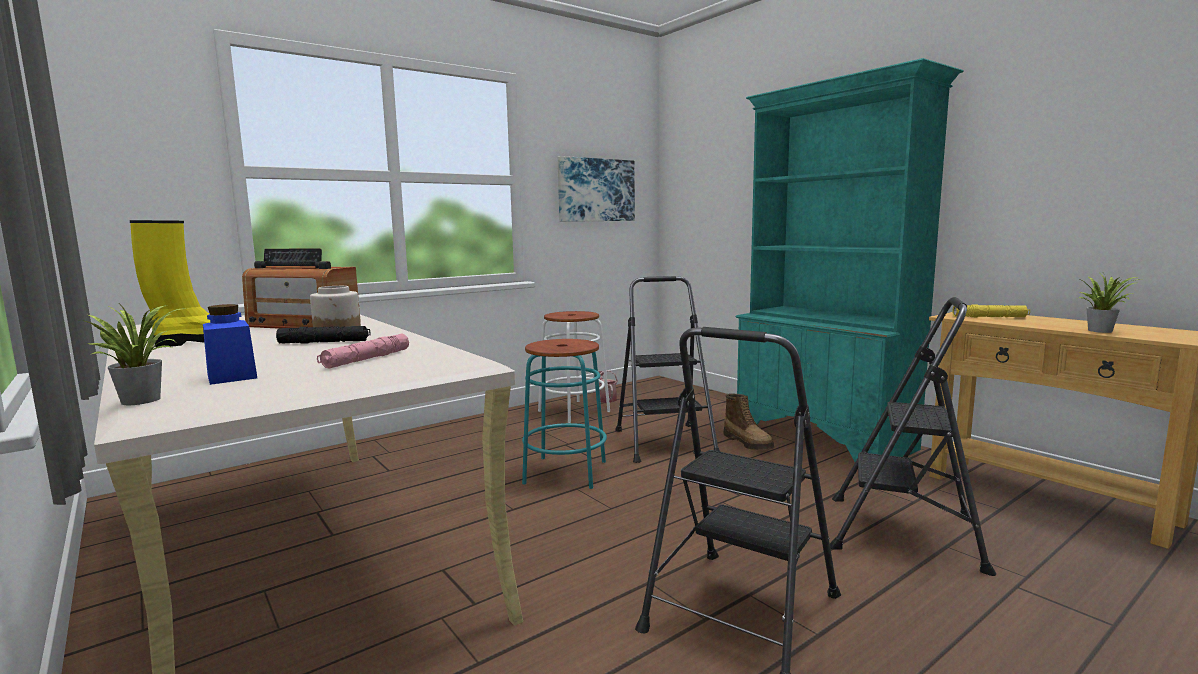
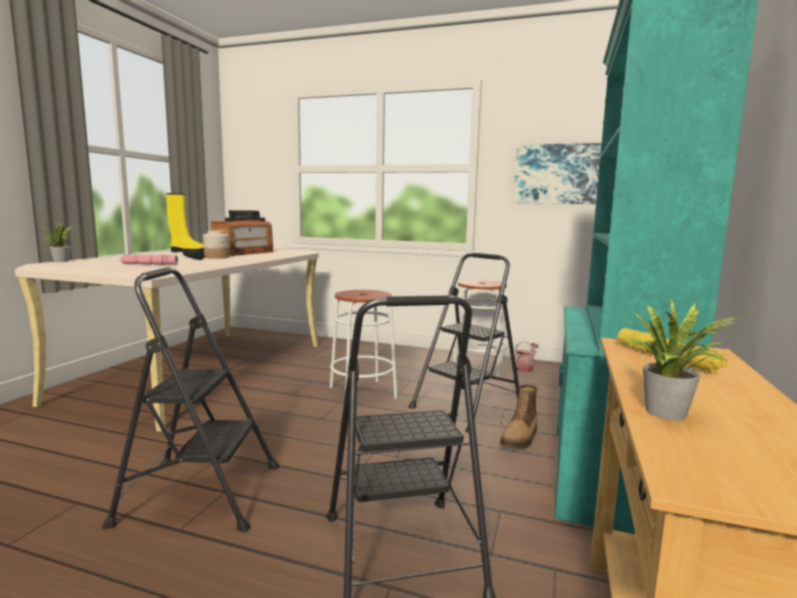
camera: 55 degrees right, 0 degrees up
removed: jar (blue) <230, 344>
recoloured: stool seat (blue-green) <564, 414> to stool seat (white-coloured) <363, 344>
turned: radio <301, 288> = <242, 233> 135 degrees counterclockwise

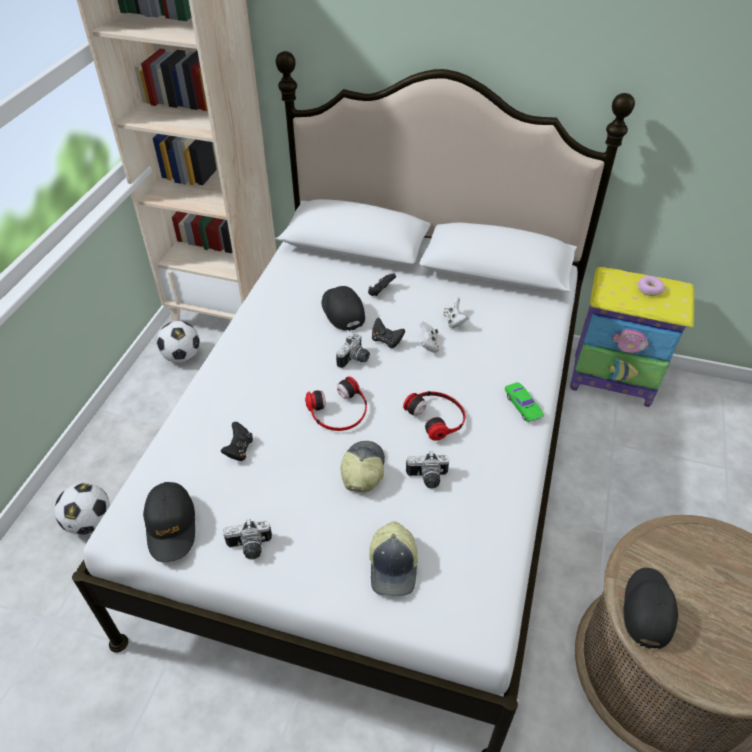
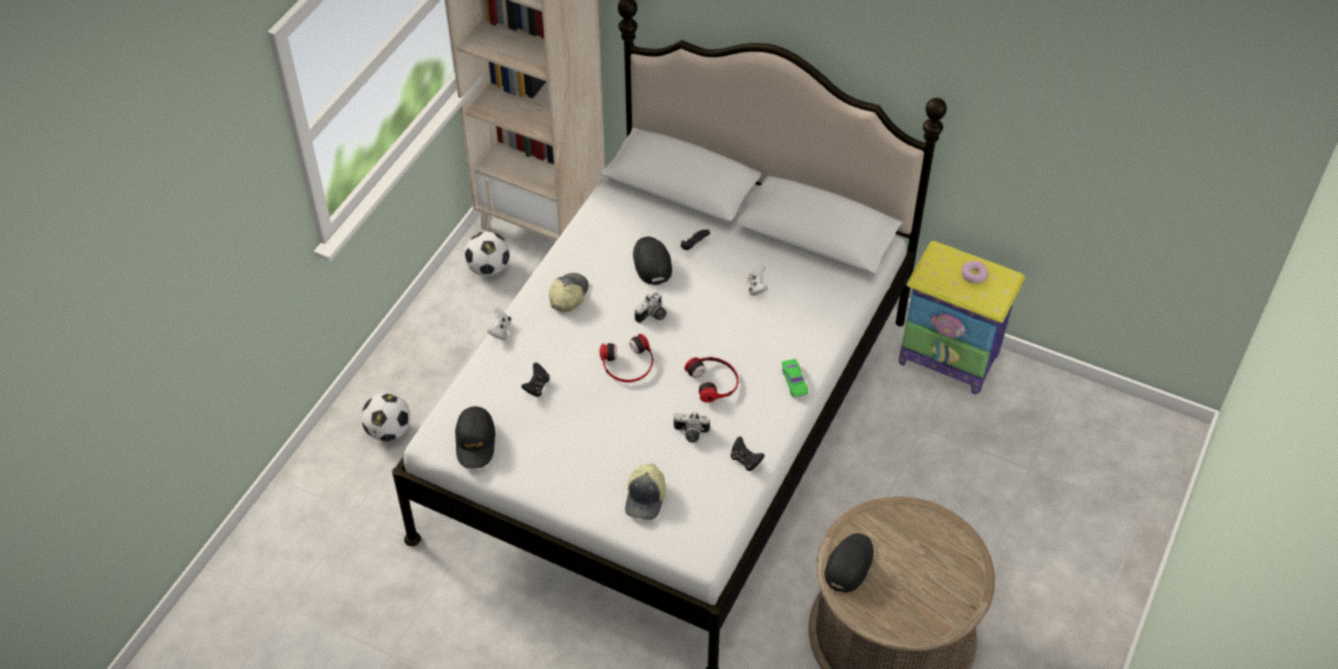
camera: 10 degrees right, 5 degrees up
removed: still camera <248, 539>
moved: gamepad (black-coloured) <388, 333> to <748, 453>; gamepad (white-coloured) <429, 337> to <499, 323>; peaked cap <362, 467> to <569, 292>

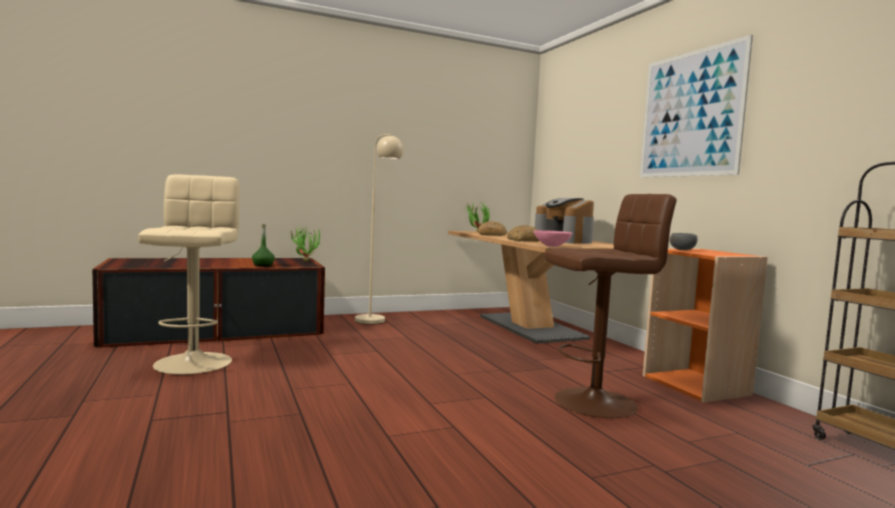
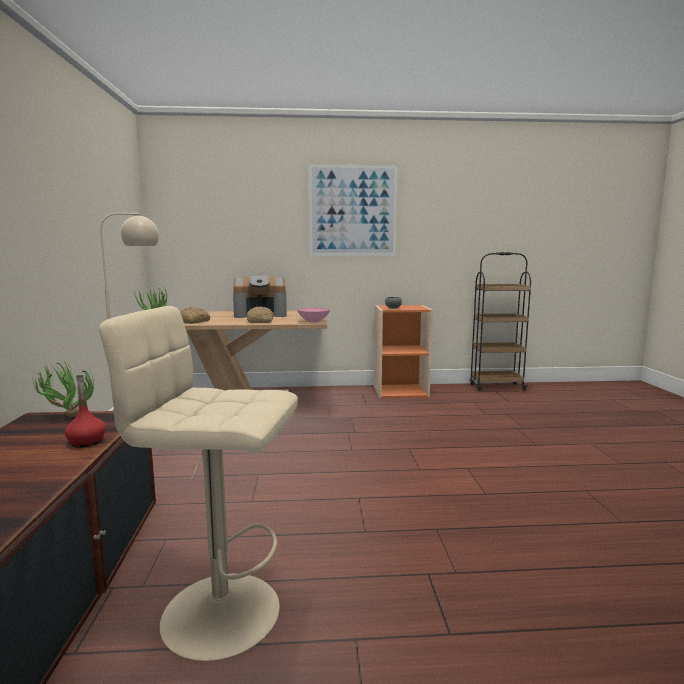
camera: 70 degrees left, 5 degrees up
removed: stool seat (brown-coloured) <611, 306>
recoloured: beverage bottle (greenish) <263, 245> to beverage bottle (reddish) <85, 411>

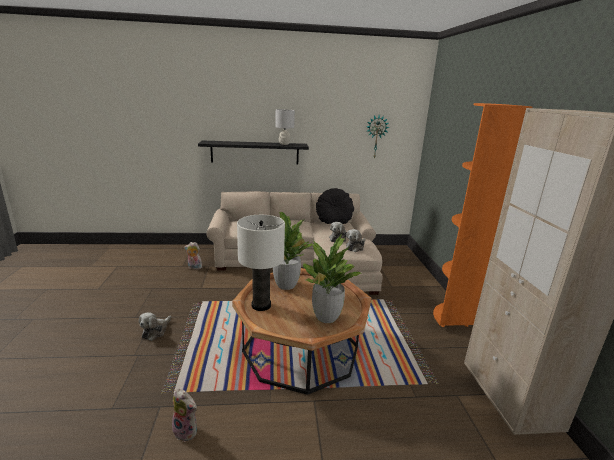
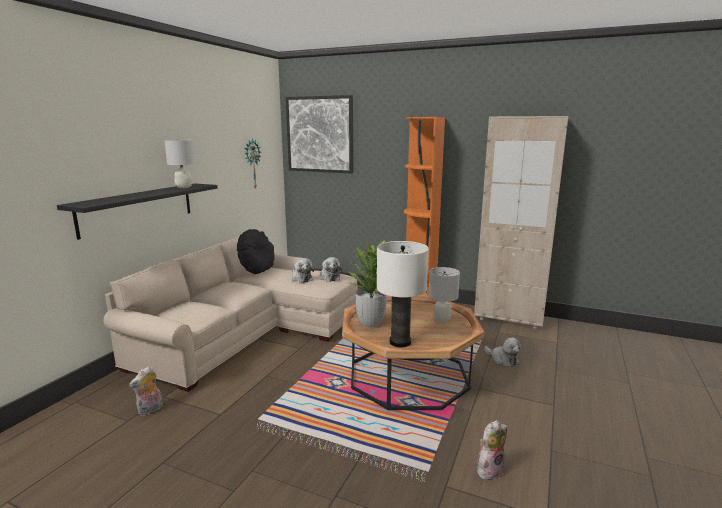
camera: 60 degrees left, 5 degrees down
added: picture <319, 134>
moved: soft toy <155, 326> to <502, 352>
replaced: plant in a pot <332, 278> to tabletop lamp (greyish) <444, 295>

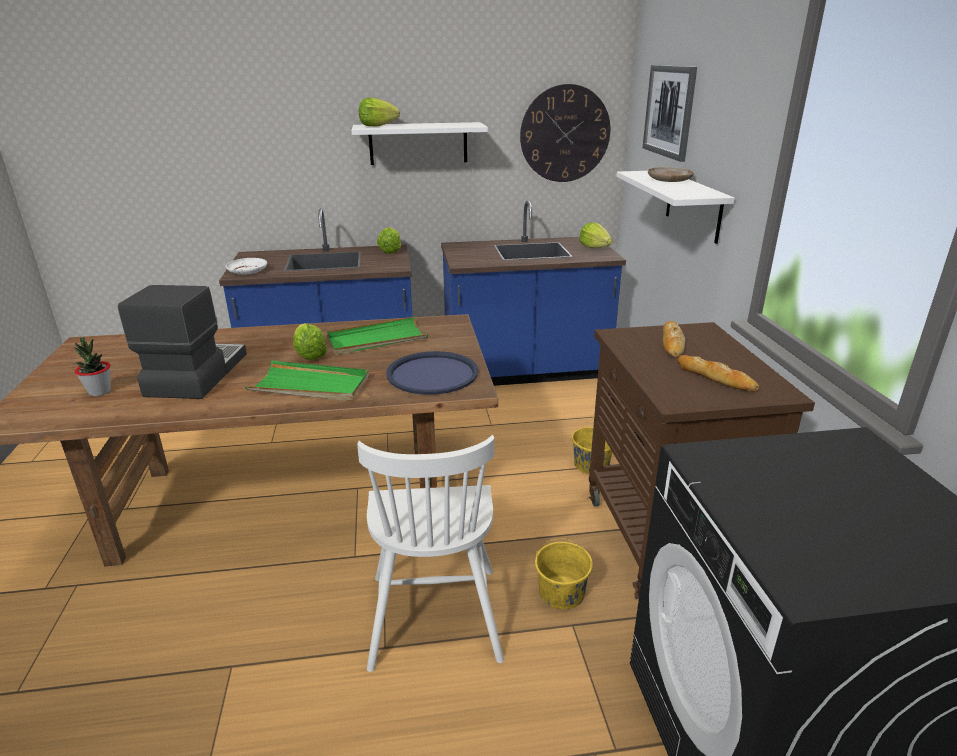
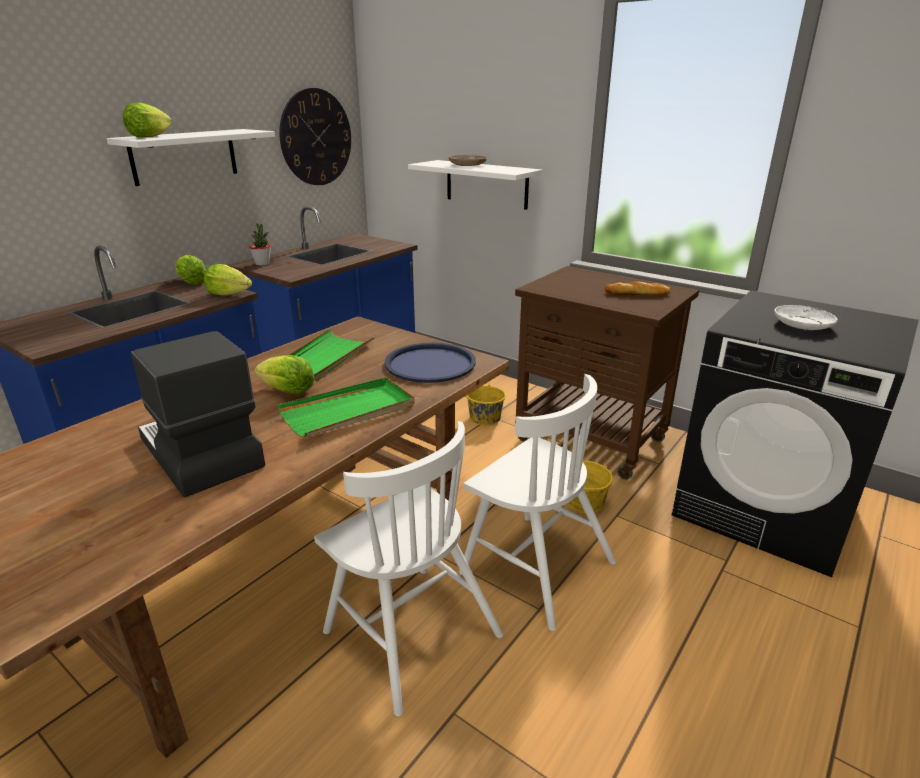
camera: 45 degrees left, 0 degrees up
removed: picture <669, 113>; baked bread <674, 339>
added: upright chair (white-coloured) <408, 568>
moved: head of lettuce <595, 235> to <228, 280>; dinner plate (white-coloured) <246, 266> to <805, 317>; plant in a pot <92, 366> to <260, 244>

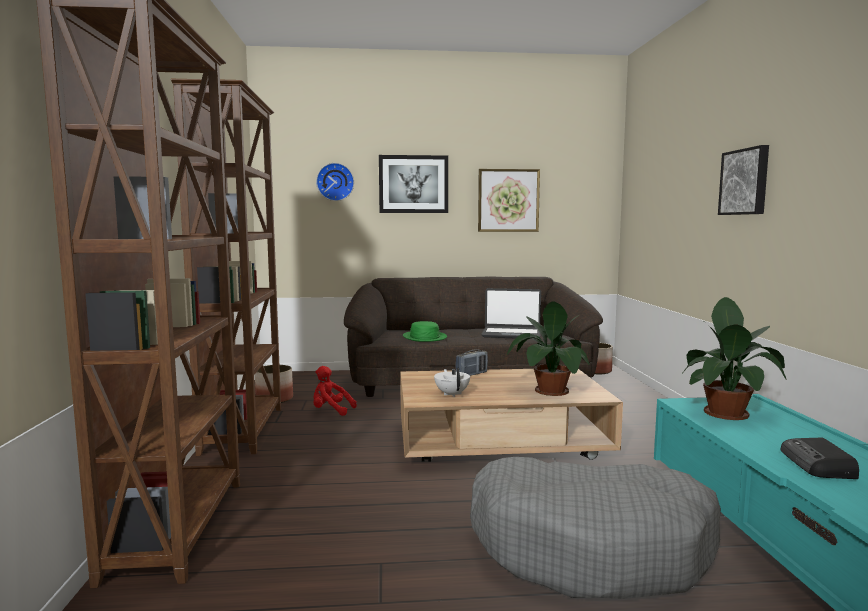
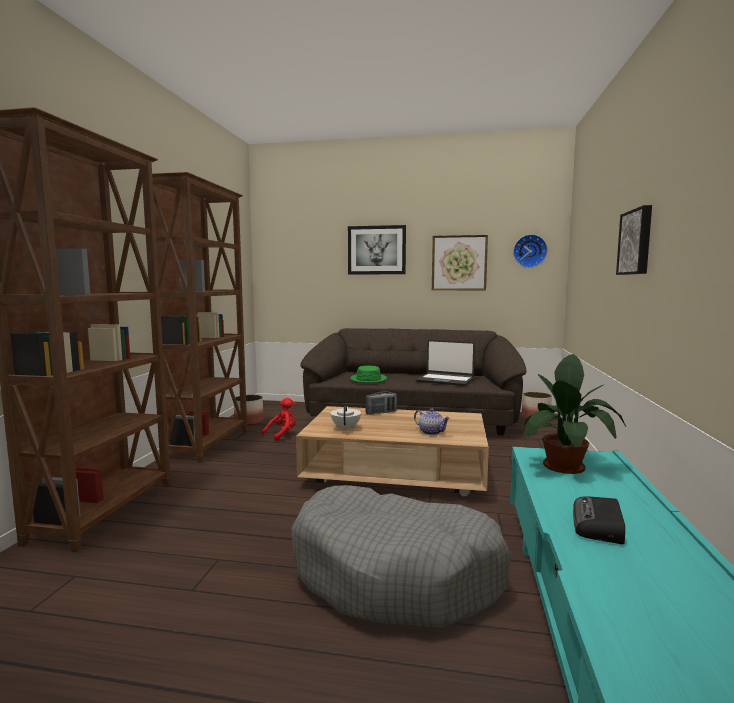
camera: 15 degrees right, 0 degrees up
moved: clock on the wall <335, 182> to <530, 251>
replaced: plant in a pot <548, 348> to pot for tea <432, 421>
turned: soft toy (reddish) <335, 391> = <279, 419> 105 degrees clockwise

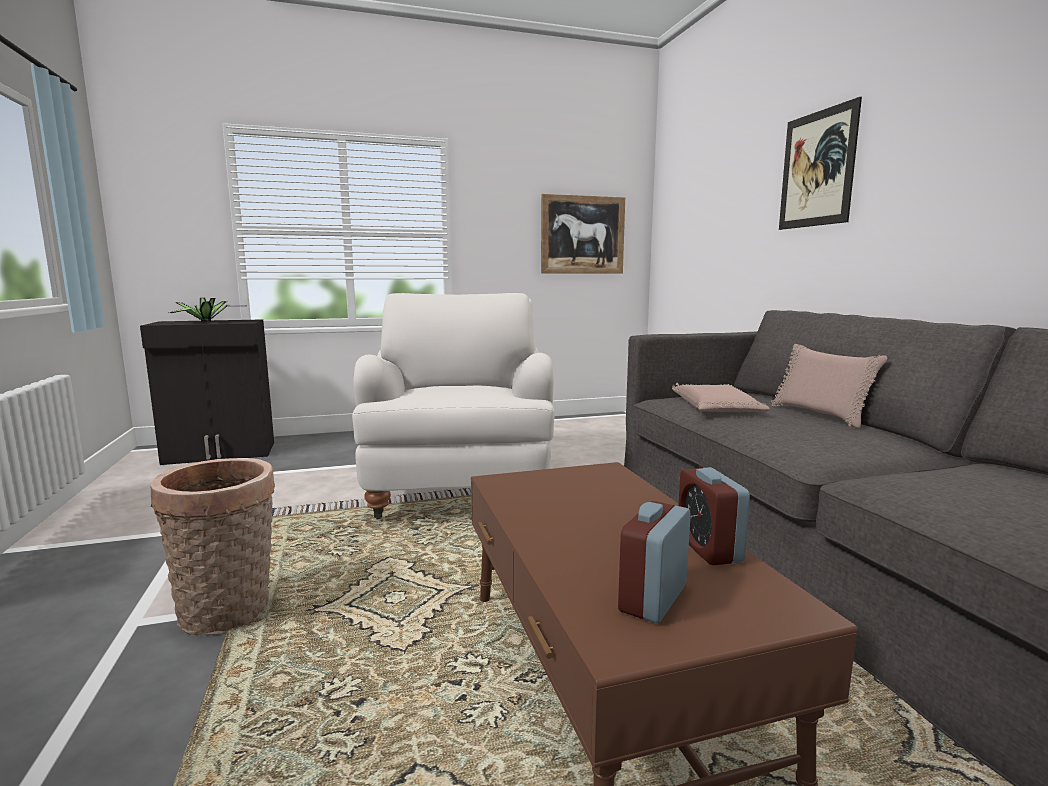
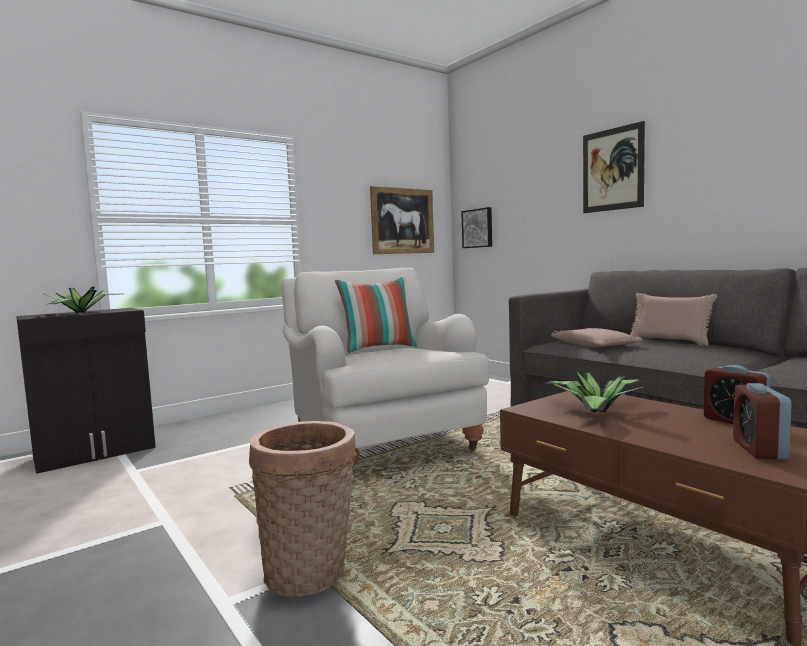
camera: 20 degrees left, 5 degrees down
added: picture <476, 227>; pillow <376, 314>; plant in a pot <596, 392>

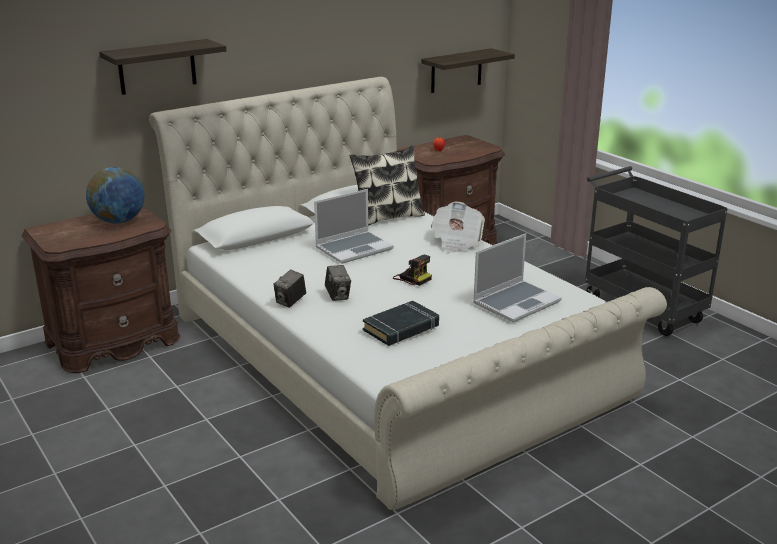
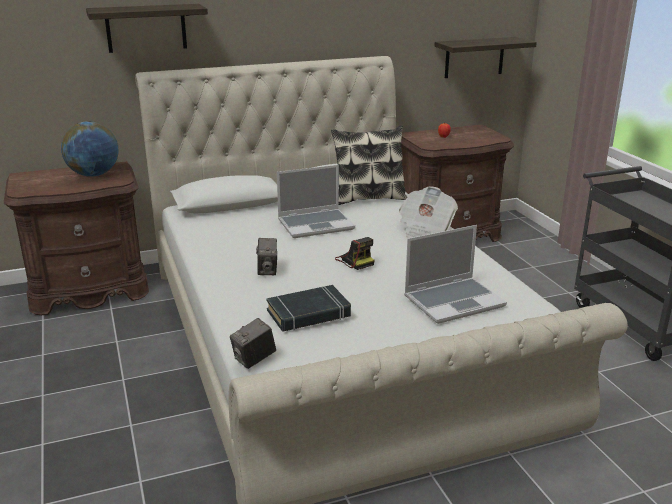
camera: 15 degrees right, 0 degrees up
moved: still camera <289, 289> to <253, 343>

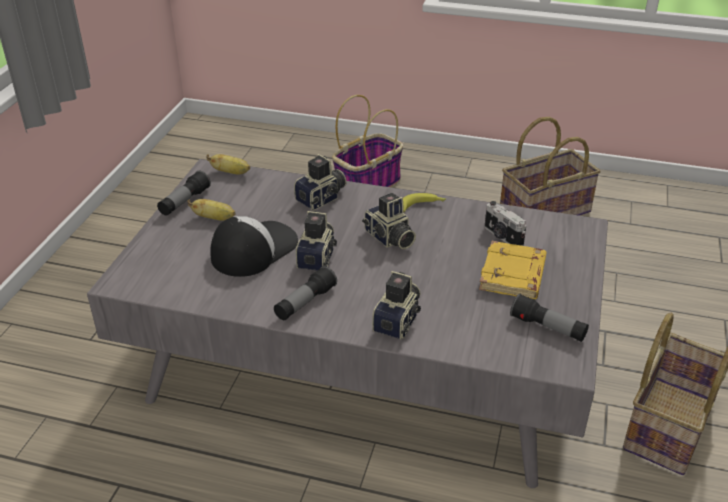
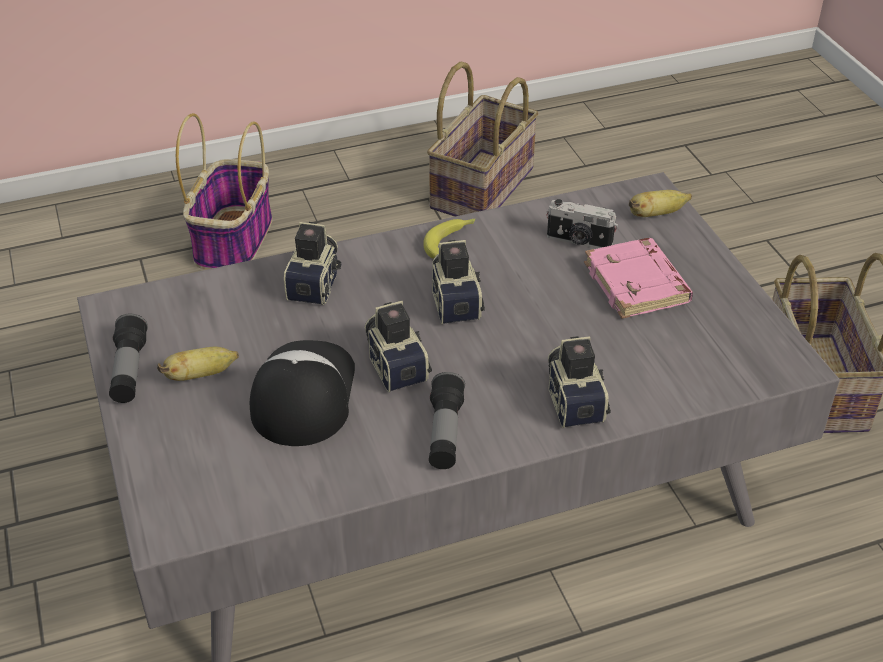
camera: 35 degrees left, 5 degrees up
removed: hand torch <549, 318>
moved: banana fruit <228, 164> to <660, 203>
recoloured: volume (yellow-coloured) <513, 270> to volume (pink) <638, 278>
turned: still camera <389, 221> = <458, 282> 120 degrees counterclockwise

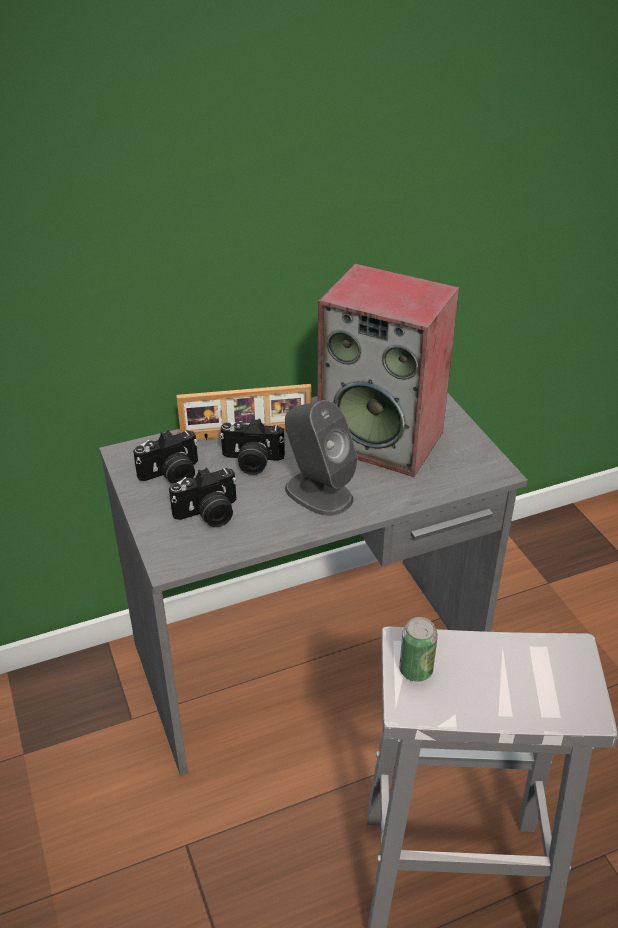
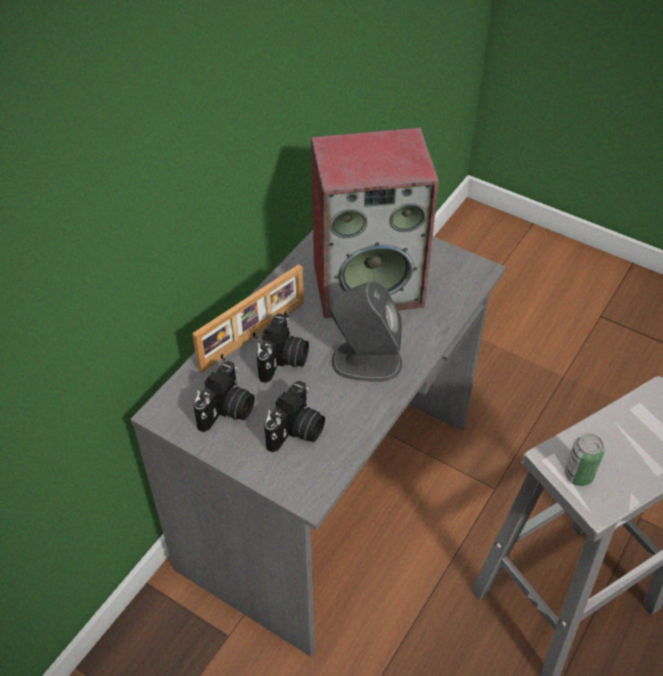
camera: 35 degrees left, 10 degrees up
turned: still camera <252, 446> = <283, 348> 45 degrees counterclockwise

